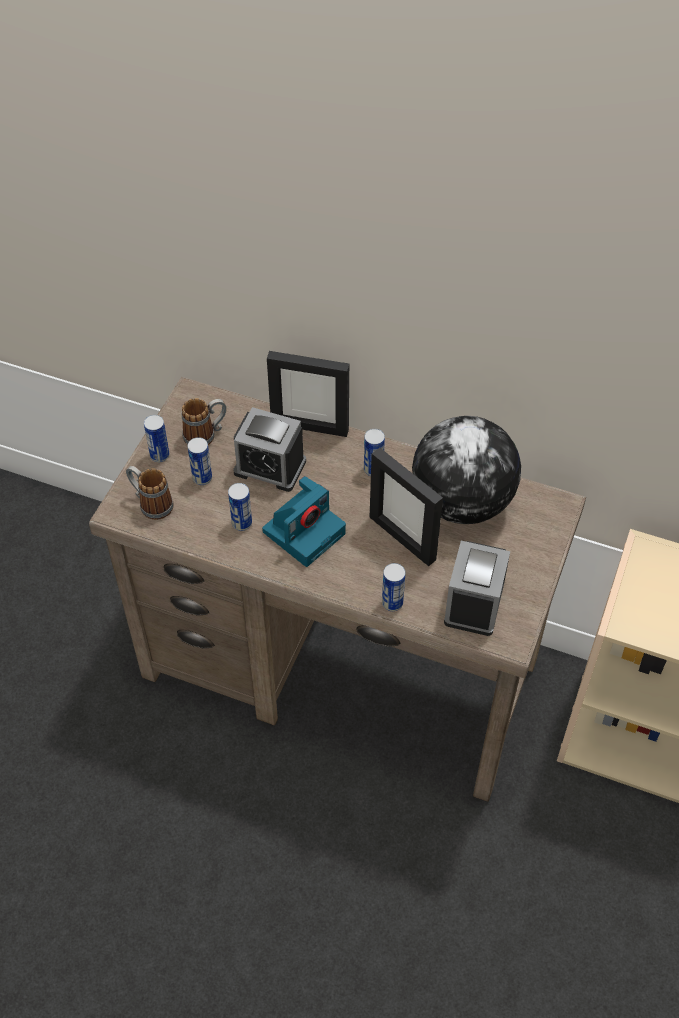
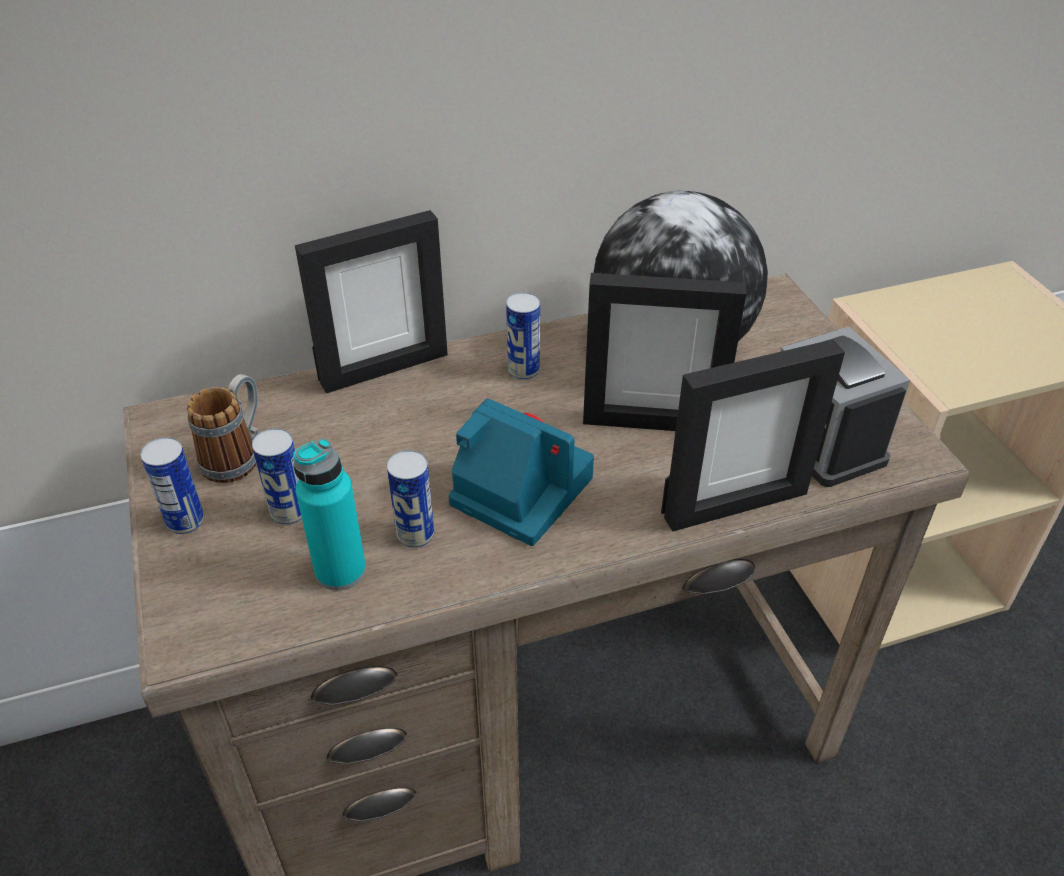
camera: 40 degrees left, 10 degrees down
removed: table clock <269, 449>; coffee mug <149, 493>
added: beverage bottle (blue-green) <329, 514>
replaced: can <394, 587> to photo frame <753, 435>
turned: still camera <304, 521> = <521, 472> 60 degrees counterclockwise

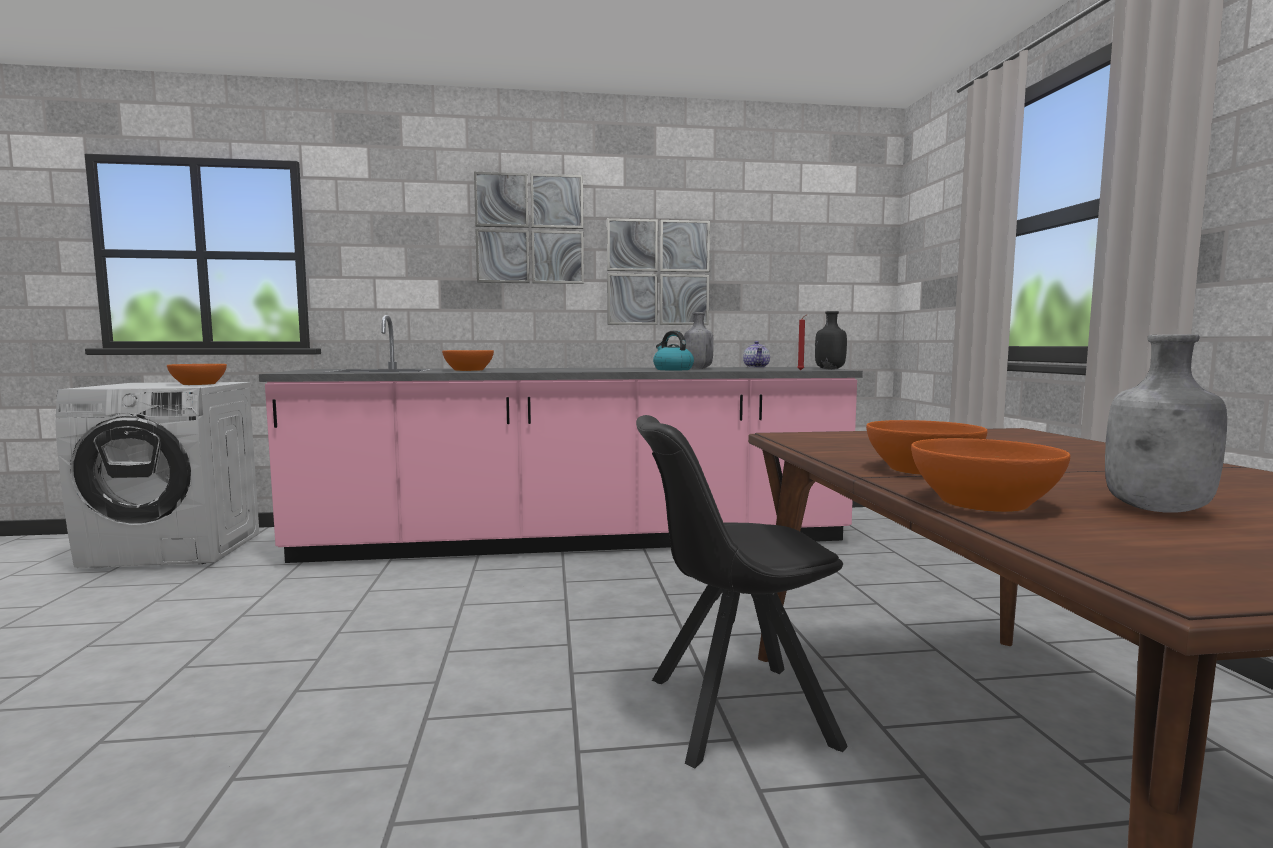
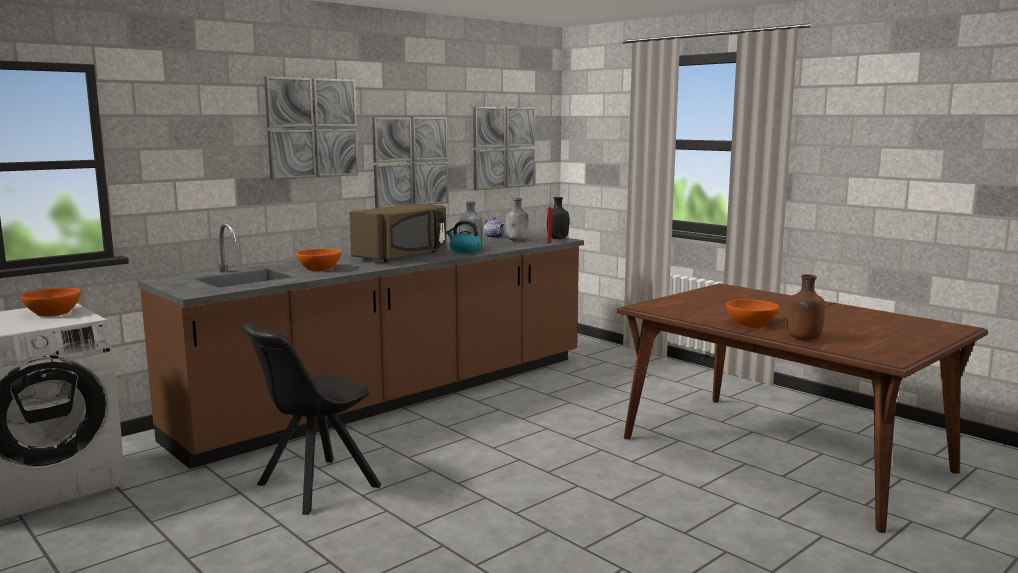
camera: 35 degrees left, 5 degrees up
added: picture <504, 148>; microwave oven (brown-coloured) <398, 232>
moved: beverage bottle (greyish) <1166, 423> to <517, 219>; upright chair (black-coloured) <742, 592> to <312, 419>
replaced: serving bowl (orange) <990, 475> to beverage bottle (brown-coloured) <806, 307>
recoloured: kitchen base unit (pink) <561, 439> to kitchen base unit (brown-coloured) <361, 346>

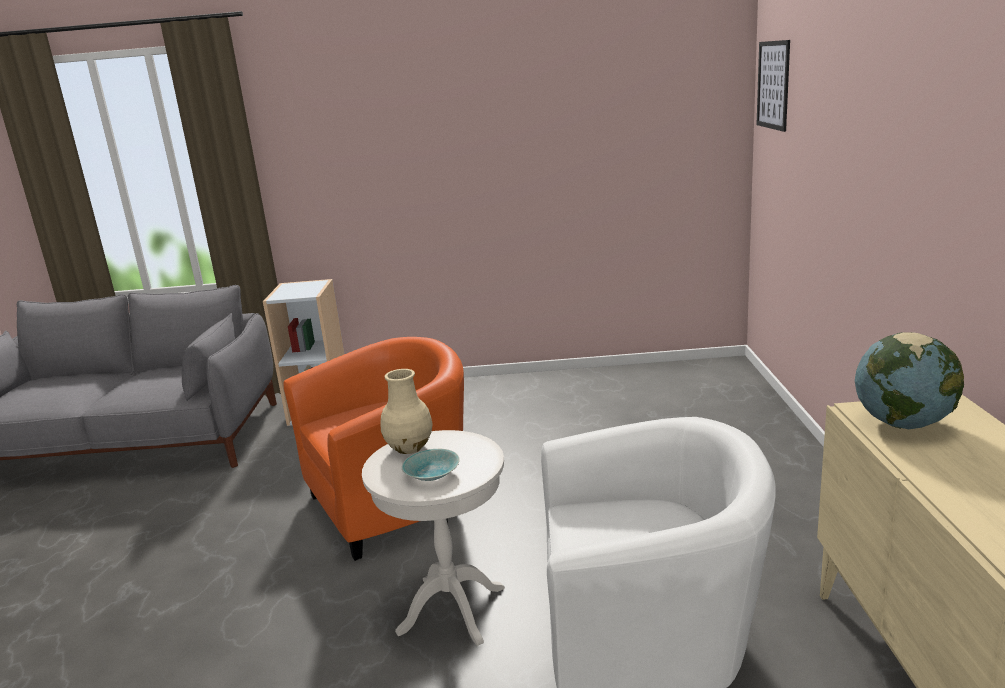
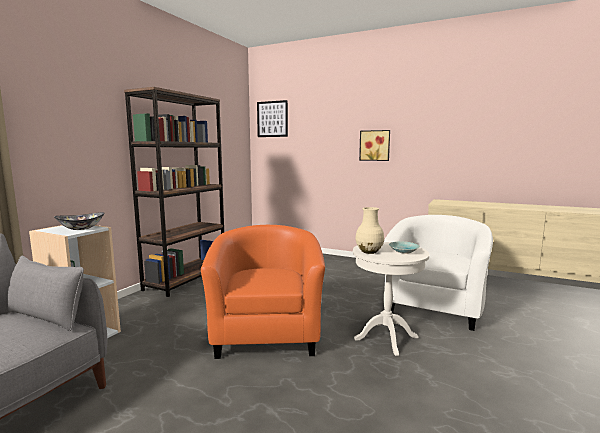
camera: 65 degrees left, 10 degrees down
removed: world globe <909, 380>
added: bookshelf (brown-coloured) <174, 192>; picture <374, 145>; serving bowl <79, 221>

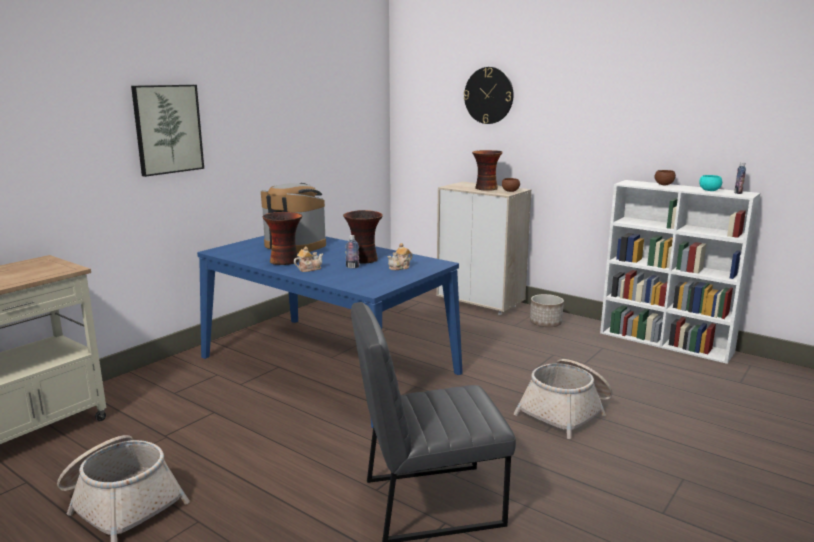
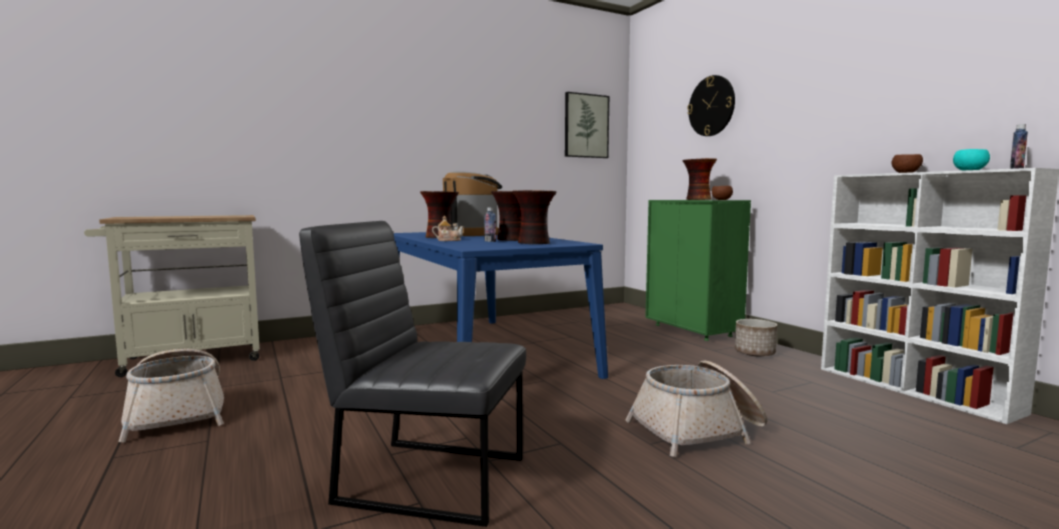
camera: 25 degrees right, 10 degrees down
moved: picture <167, 131> to <587, 125>
replaced: pot for tea <400, 256> to vase <534, 217>
recoloured: storage cabinet (beige-coloured) <484, 248> to storage cabinet (greenish) <698, 270>

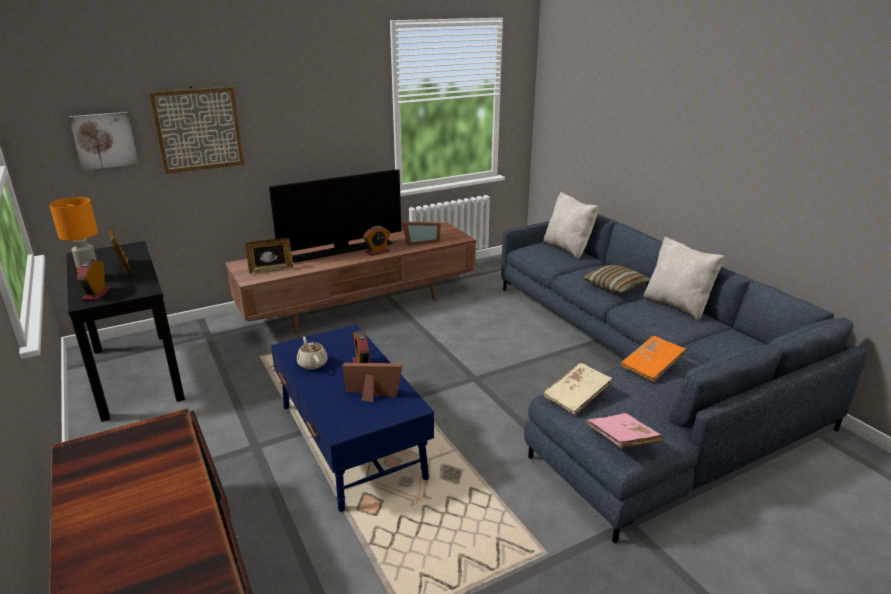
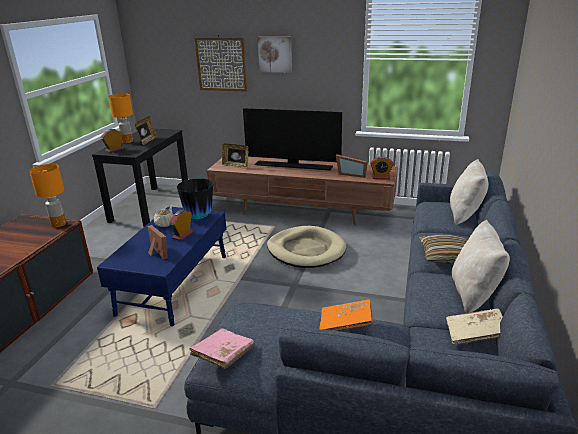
camera: 45 degrees right, 0 degrees up
added: tabletop lamp (orange) <47, 195>; vase <195, 199>; dog cushion (beige-coloured) <306, 247>
moved: picture <104, 141> to <275, 55>; table clock <376, 241> to <382, 168>; volume (beige-coloured) <578, 389> to <474, 326>

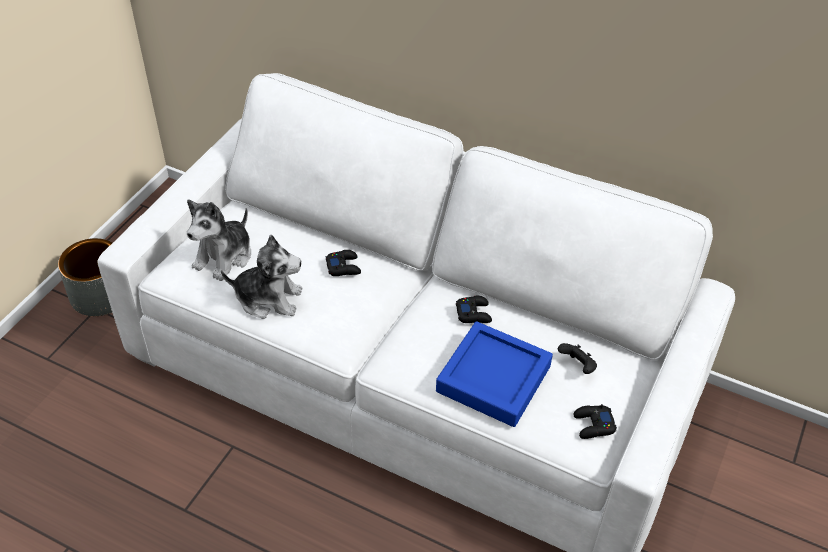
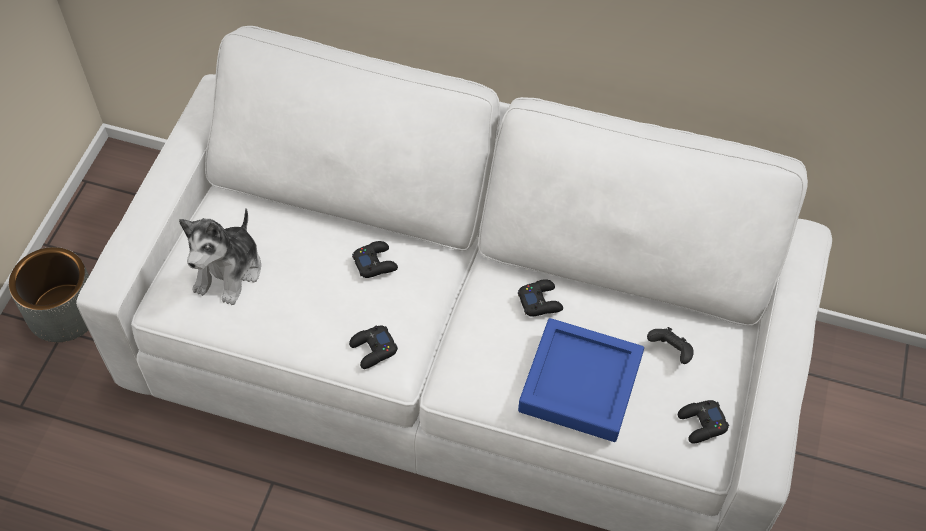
camera: 10 degrees left, 10 degrees up
removed: soft toy <262, 277>
added: gamepad (black-coloured) <373, 347>

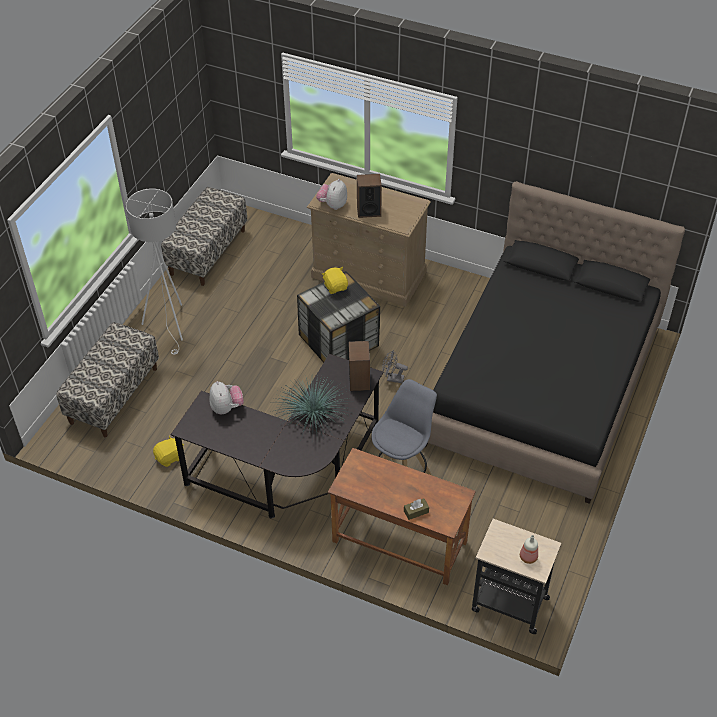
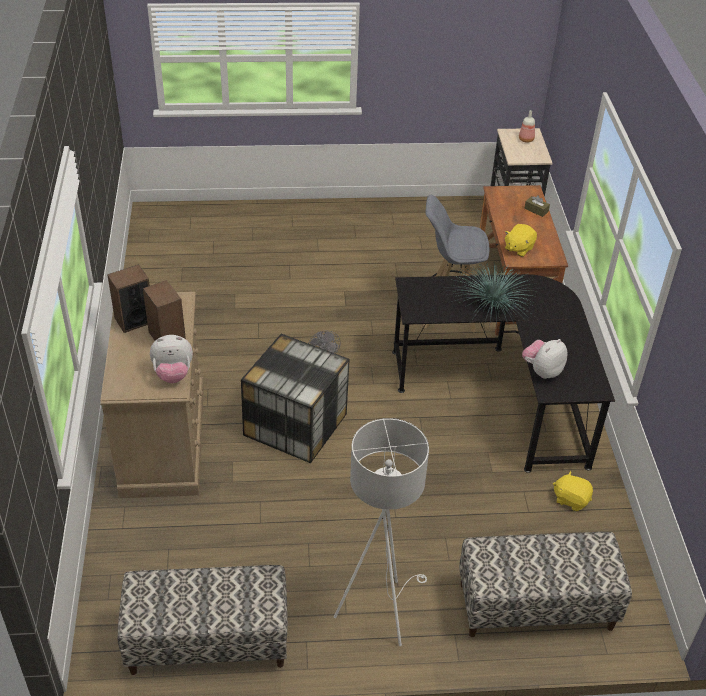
camera: 120 degrees left, 5 degrees down
removed: bed (black-coloured) <555, 342>
moved: soft toy (yellow-coloured) <335, 280> to <521, 240>; audio speaker <359, 366> to <128, 298>

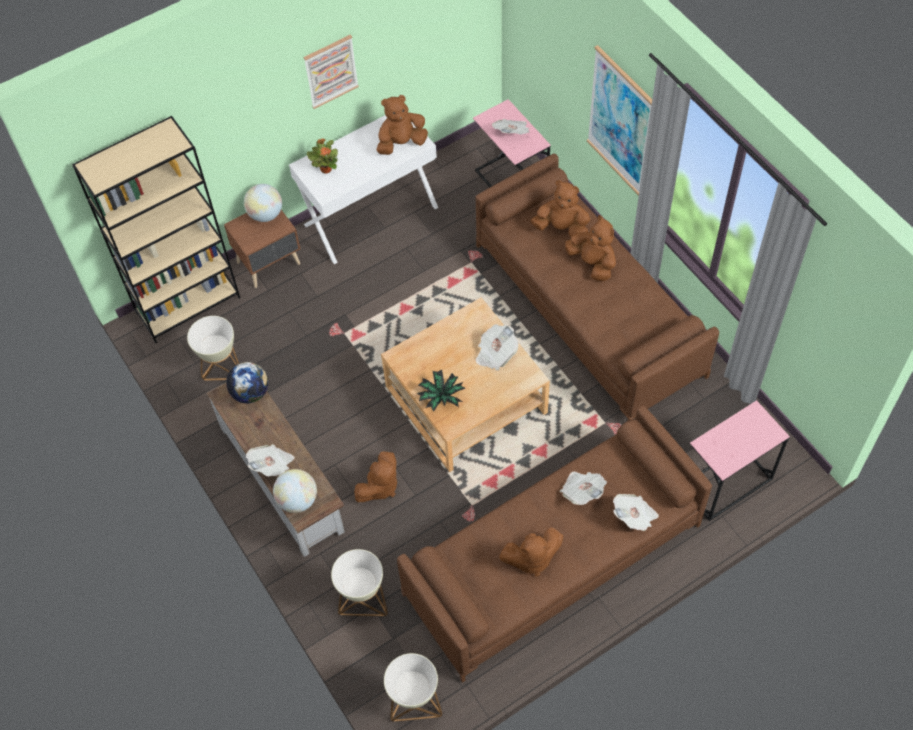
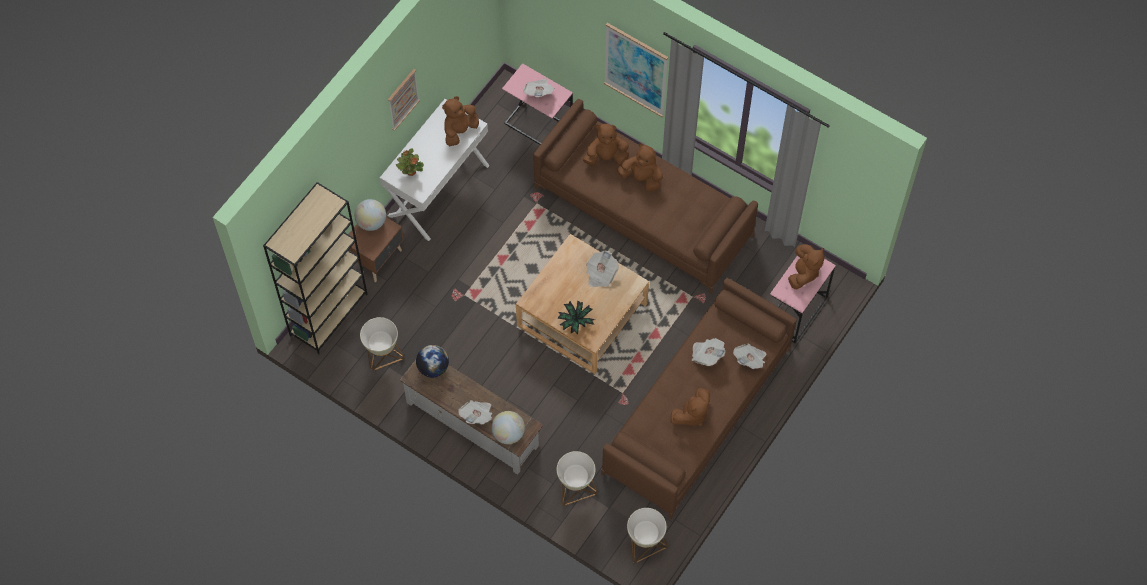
camera: 25 degrees left, 5 degrees up
moved: soft toy (brown-coloured) <375, 476> to <806, 266>

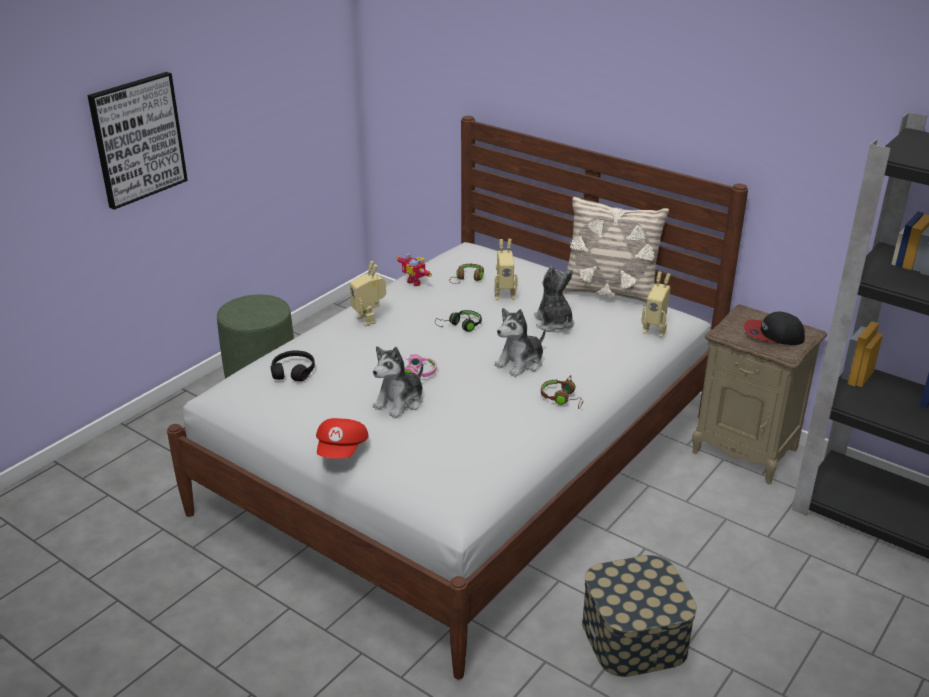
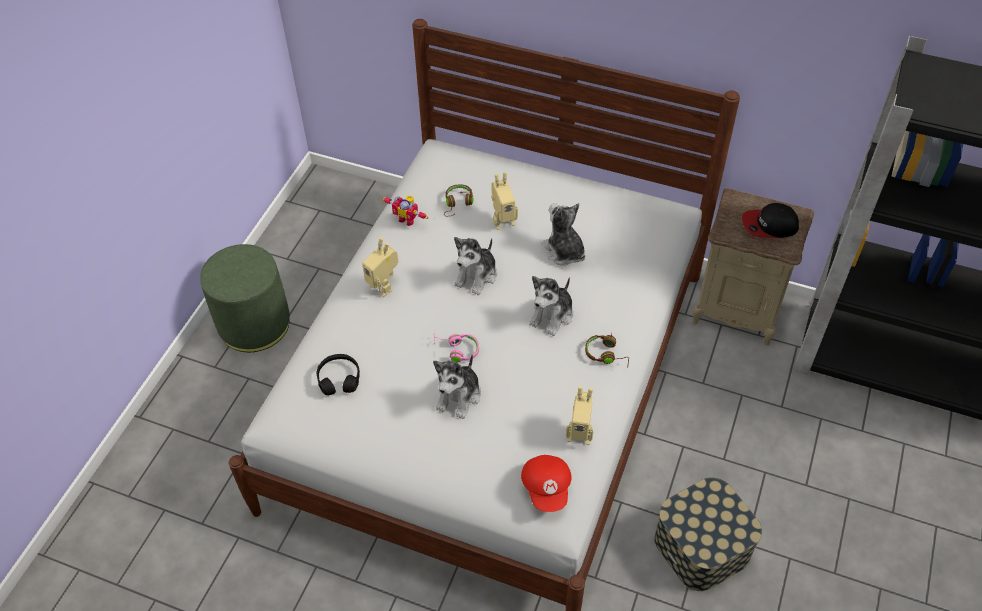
camera: 15 degrees left, 20 degrees up
removed: picture <137, 141>; pillow (beige-coloured) <616, 250>
moved: robot figure <656, 304> to <580, 415>; peaked cap (reddish) <342, 438> to <546, 483>
replaced: headset (black-coloured) <458, 320> to soft toy <475, 266>

